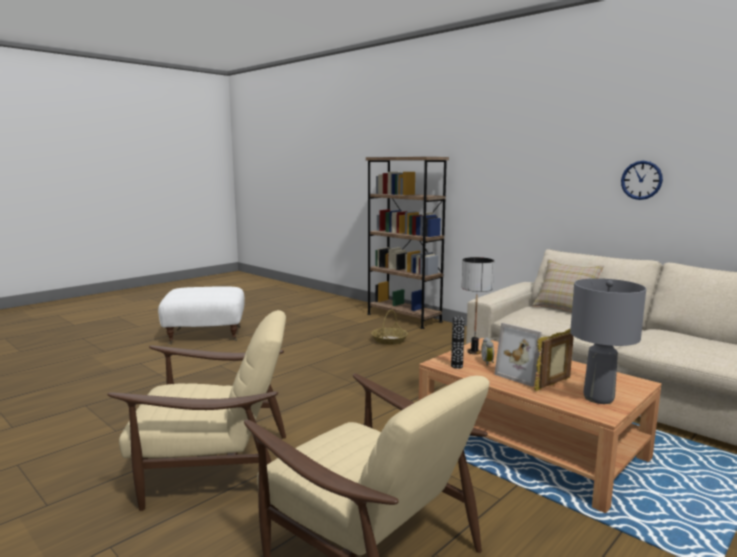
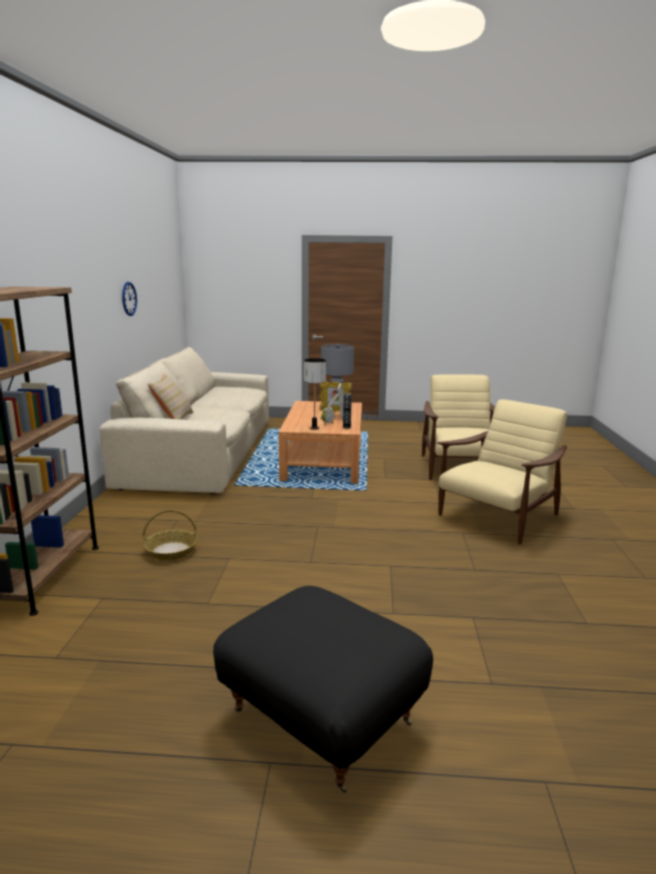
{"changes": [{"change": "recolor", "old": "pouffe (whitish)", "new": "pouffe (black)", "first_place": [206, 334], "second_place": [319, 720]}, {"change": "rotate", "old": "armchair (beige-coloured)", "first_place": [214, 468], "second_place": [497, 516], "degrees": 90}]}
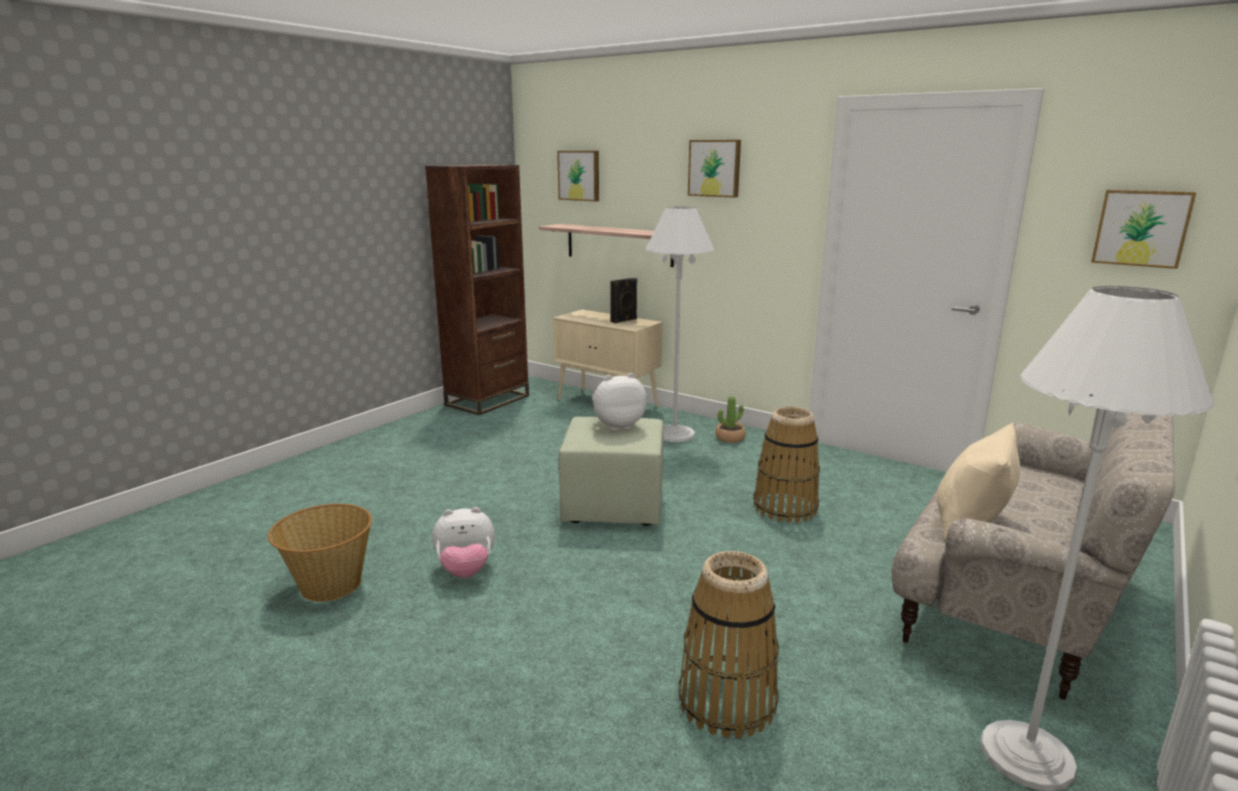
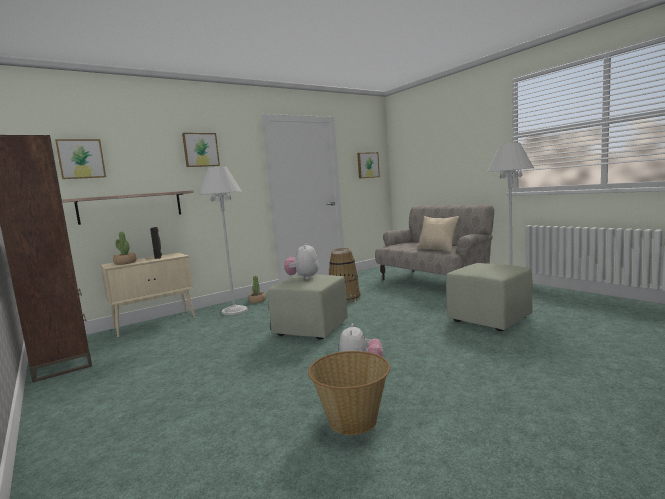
{"changes": [{"change": "replace", "old": "household basket", "new": "pouffe (green-coloured)", "first_place": [726, 701], "second_place": [489, 320]}, {"change": "insert", "new": "houseplant", "second_place": [125, 263]}]}
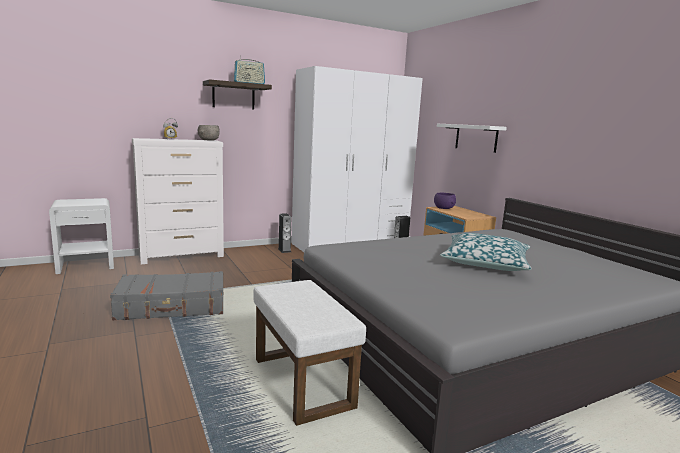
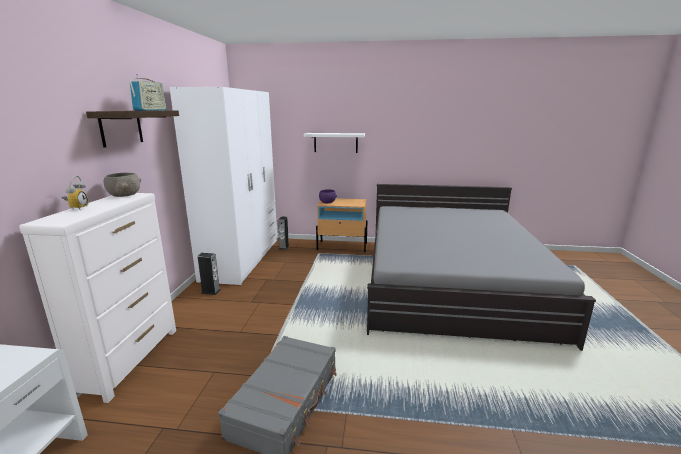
{"changes": [{"change": "delete", "old": "pillow", "first_place": [485, 262]}, {"change": "delete", "old": "pouffe (whitish)", "first_place": [304, 382]}]}
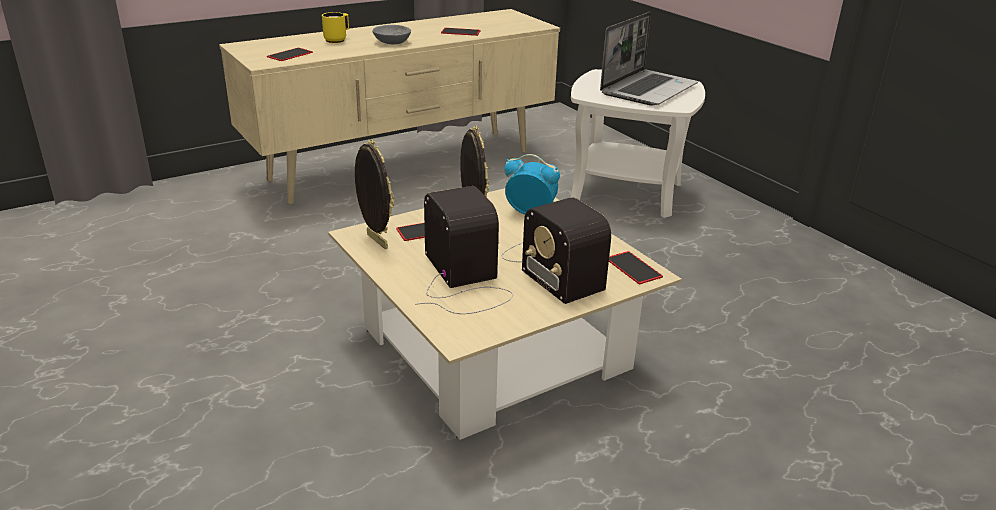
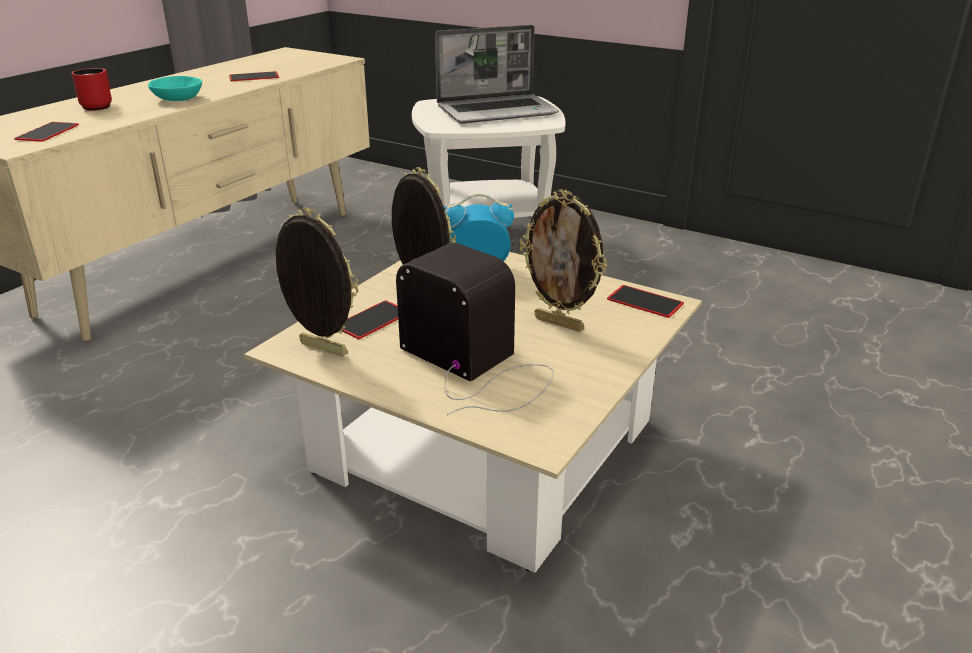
{"changes": [{"change": "recolor", "old": "mug (yellow)", "new": "mug (reddish)", "first_place": [337, 40], "second_place": [99, 106]}, {"change": "rotate", "old": "notebook computer", "first_place": [648, 89], "second_place": [498, 111], "degrees": 60}, {"change": "recolor", "old": "bowl (grey)", "new": "bowl (turquoise)", "first_place": [391, 42], "second_place": [176, 99]}, {"change": "replace", "old": "radio receiver", "new": "standing frame", "first_place": [551, 266], "second_place": [560, 323]}]}
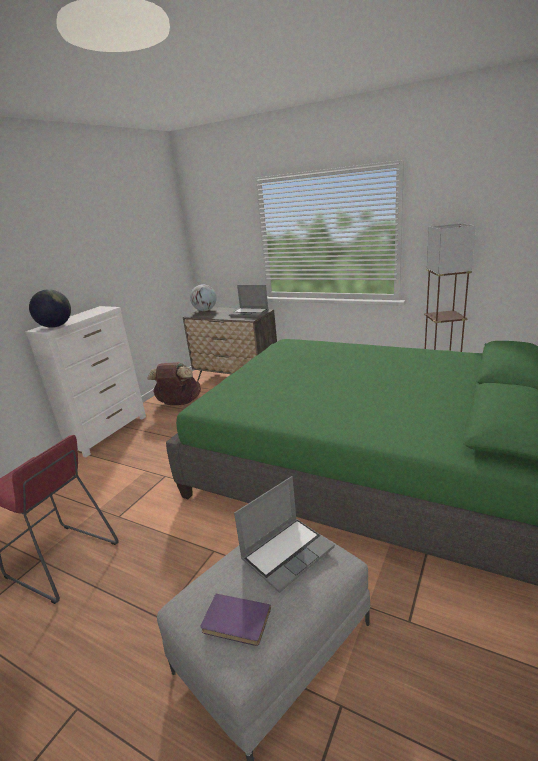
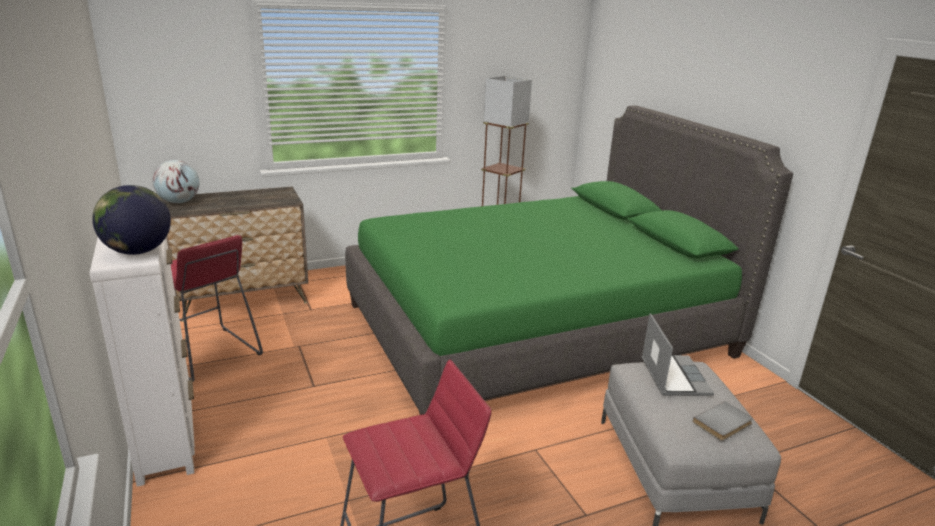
{"changes": [{"change": "delete", "old": "notebook computer", "first_place": [249, 313]}, {"change": "replace", "old": "rucksack (brown-coloured)", "new": "sitting stool (reddish)", "first_place": [179, 403], "second_place": [209, 354]}, {"change": "recolor", "old": "bound book (purplish)", "new": "bound book (grey)", "first_place": [235, 622], "second_place": [724, 423]}]}
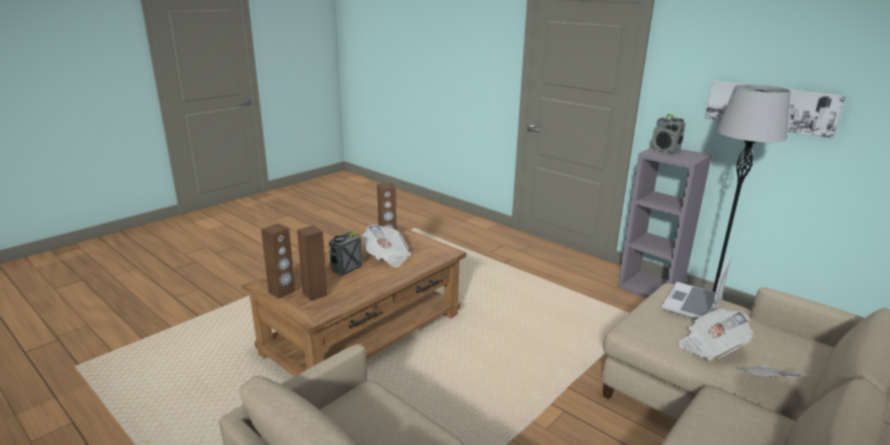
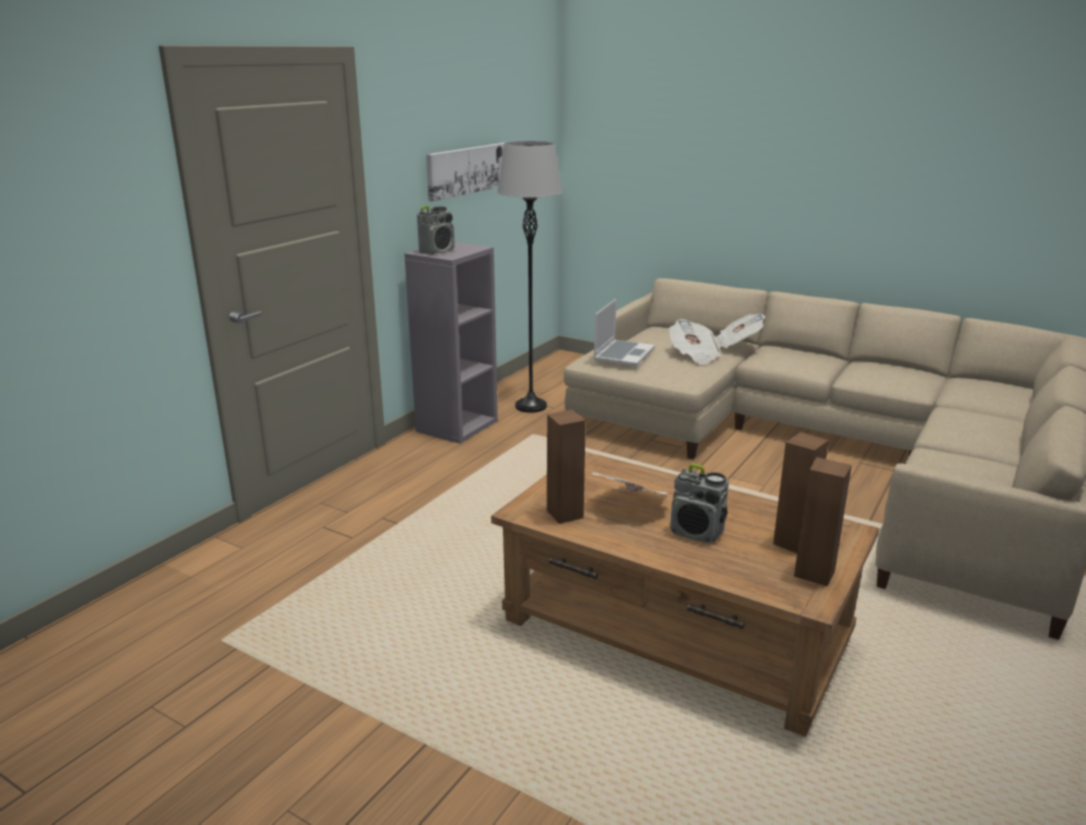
{"changes": [{"change": "rotate", "old": "notebook computer", "first_place": [693, 304], "second_place": [623, 354], "degrees": -90}]}
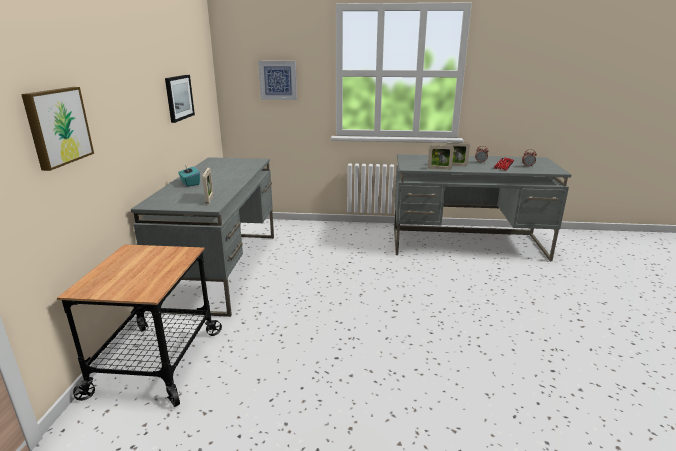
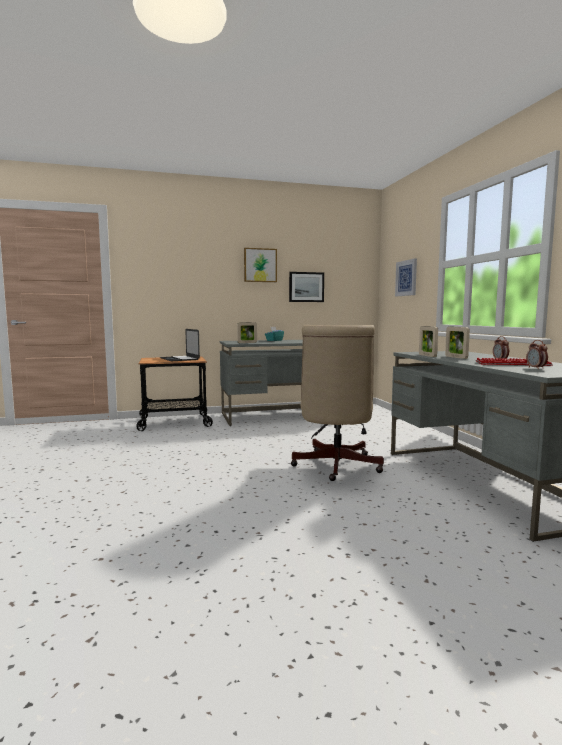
{"changes": [{"change": "move", "old": "wall picture", "first_place": [57, 126], "second_place": [260, 265]}, {"change": "insert", "new": "office chair (beige-coloured)", "second_place": [335, 467]}, {"change": "insert", "new": "notebook computer", "second_place": [179, 359]}]}
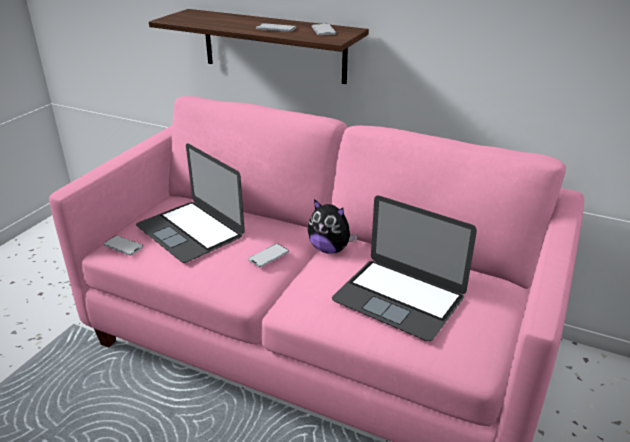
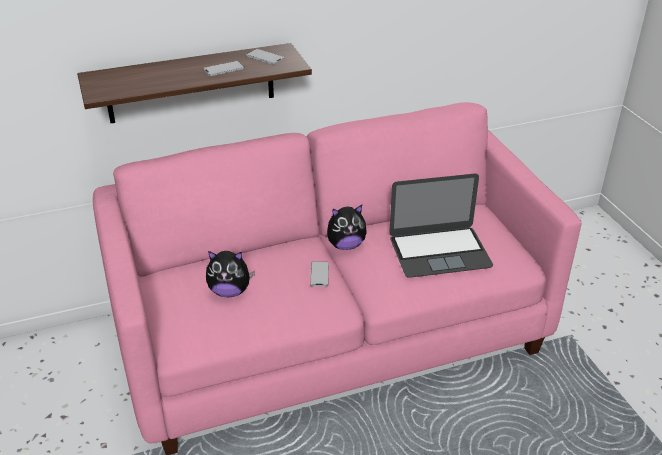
{"changes": [{"change": "replace", "old": "notebook computer", "new": "cuddly toy", "first_place": [190, 231], "second_place": [230, 291]}, {"change": "delete", "old": "telephone", "first_place": [123, 246]}]}
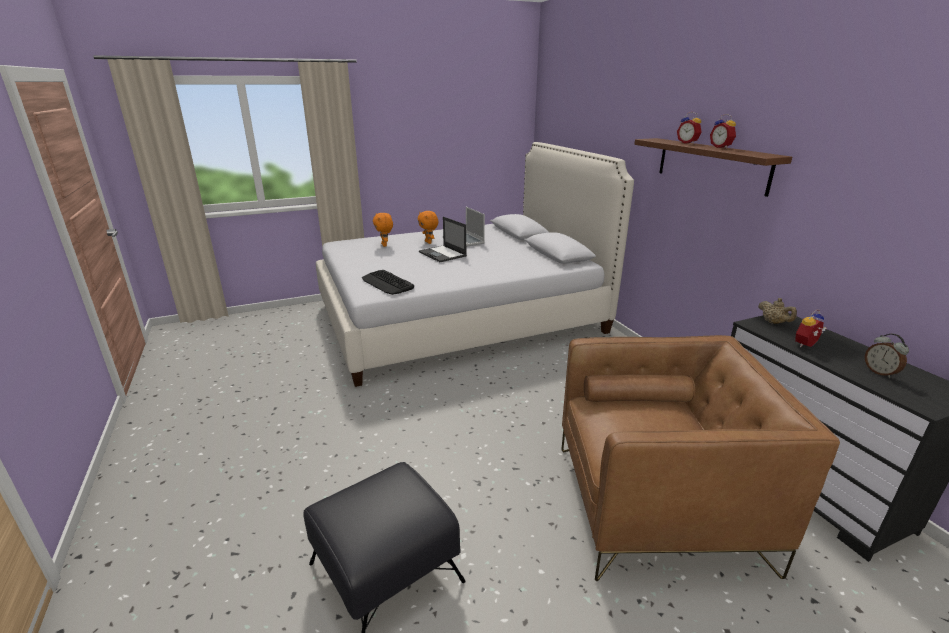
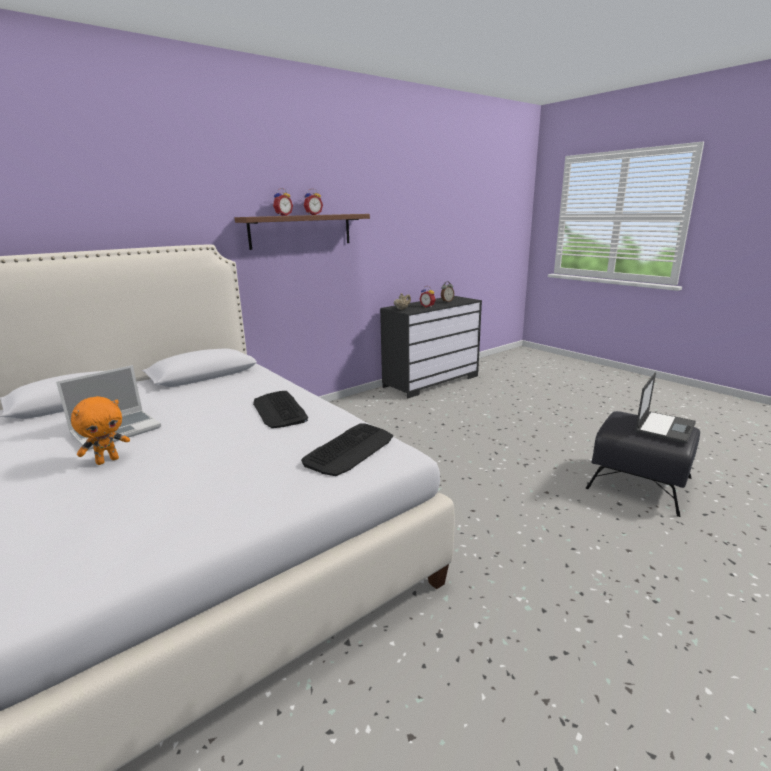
{"changes": [{"change": "delete", "old": "cuddly toy (orange-coloured)", "first_place": [385, 245]}, {"change": "move", "old": "notebook computer", "first_place": [443, 254], "second_place": [665, 427]}, {"change": "delete", "old": "armchair (brown-coloured)", "first_place": [657, 506]}, {"change": "insert", "new": "keyboard", "second_place": [279, 410]}]}
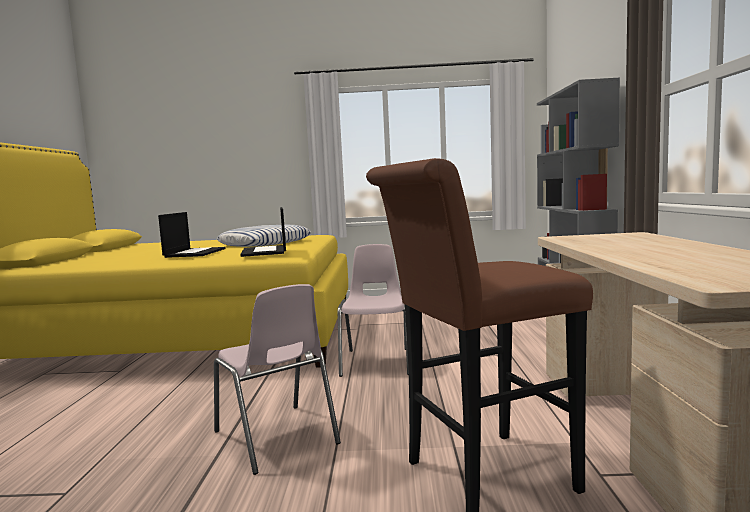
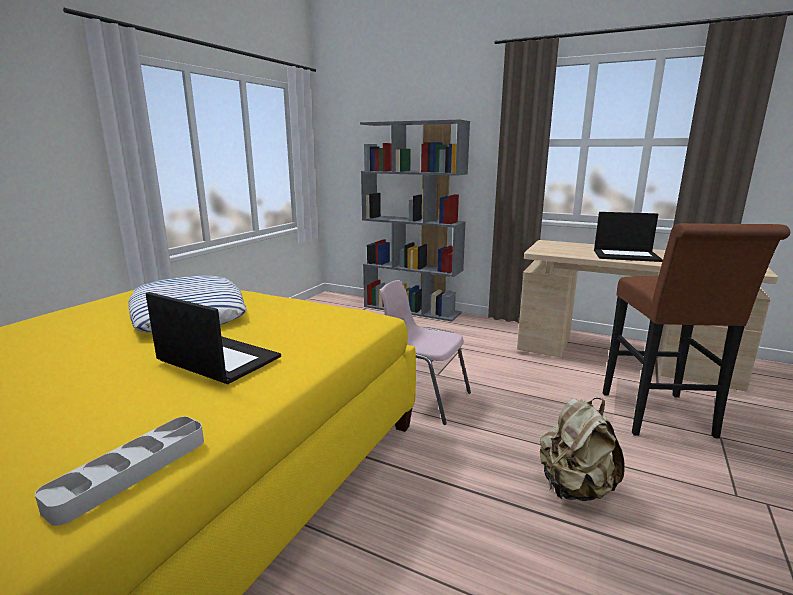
{"changes": [{"change": "move", "old": "notebook computer", "first_place": [265, 251], "second_place": [626, 255]}, {"change": "replace", "old": "plain chair (pink-coloured)", "new": "rucksack (beige-coloured)", "first_place": [276, 438], "second_place": [574, 488]}, {"change": "insert", "new": "carrying tray (grey)", "second_place": [131, 472]}]}
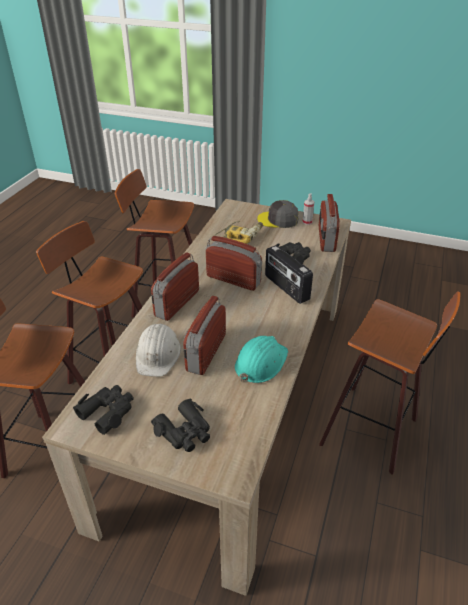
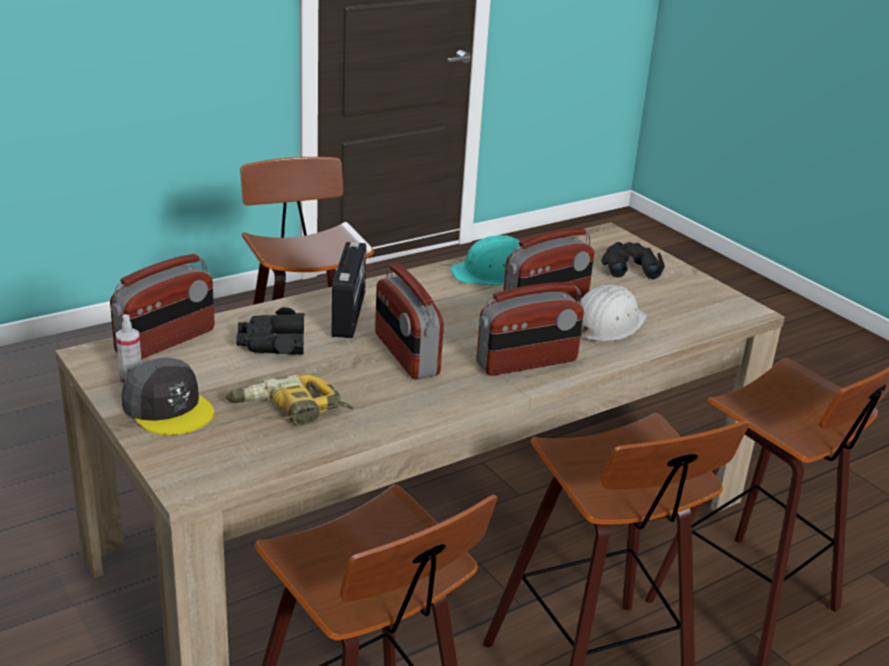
{"changes": [{"change": "delete", "old": "binoculars (black)", "first_place": [107, 411]}]}
